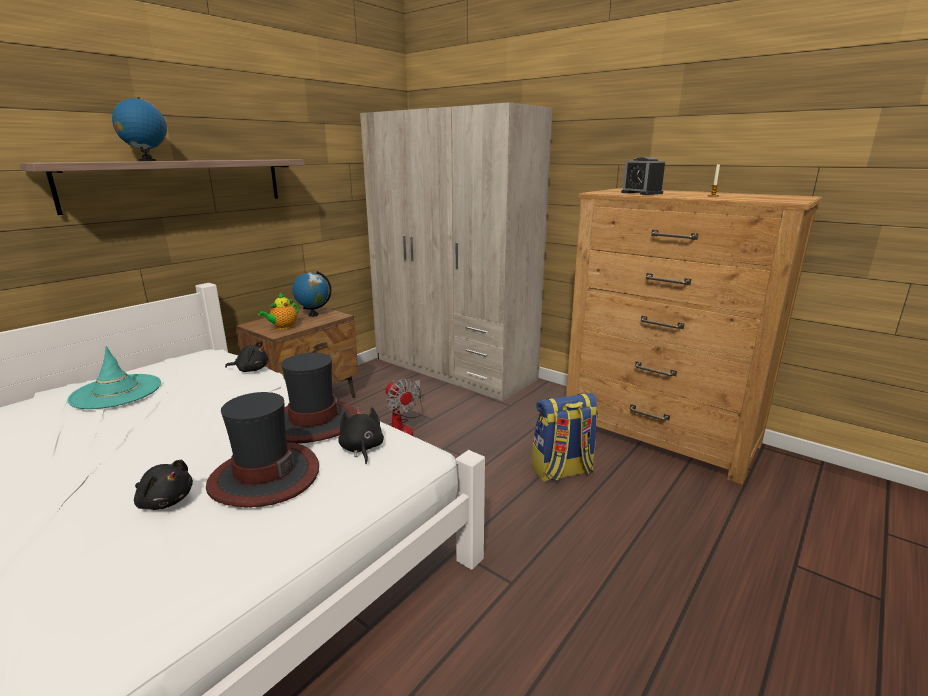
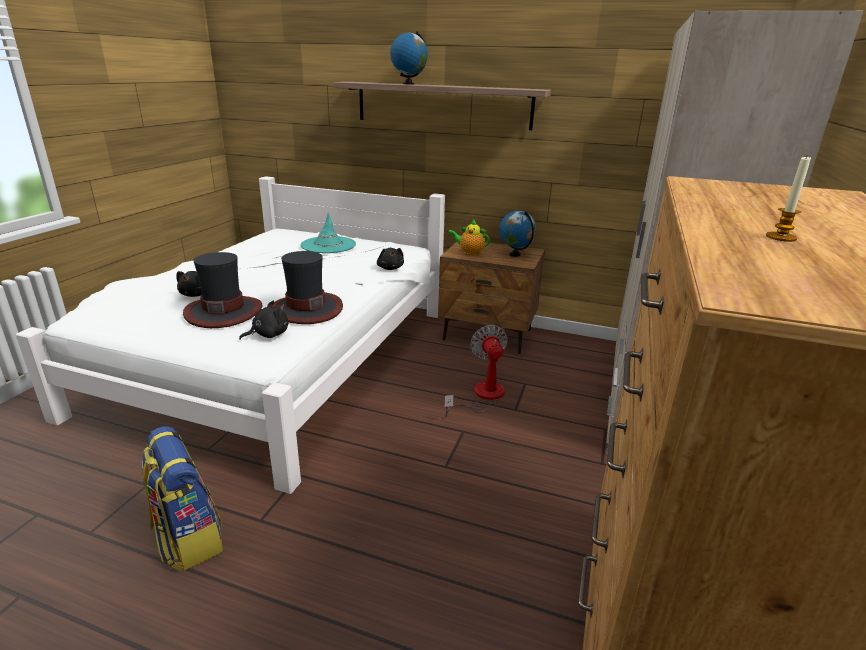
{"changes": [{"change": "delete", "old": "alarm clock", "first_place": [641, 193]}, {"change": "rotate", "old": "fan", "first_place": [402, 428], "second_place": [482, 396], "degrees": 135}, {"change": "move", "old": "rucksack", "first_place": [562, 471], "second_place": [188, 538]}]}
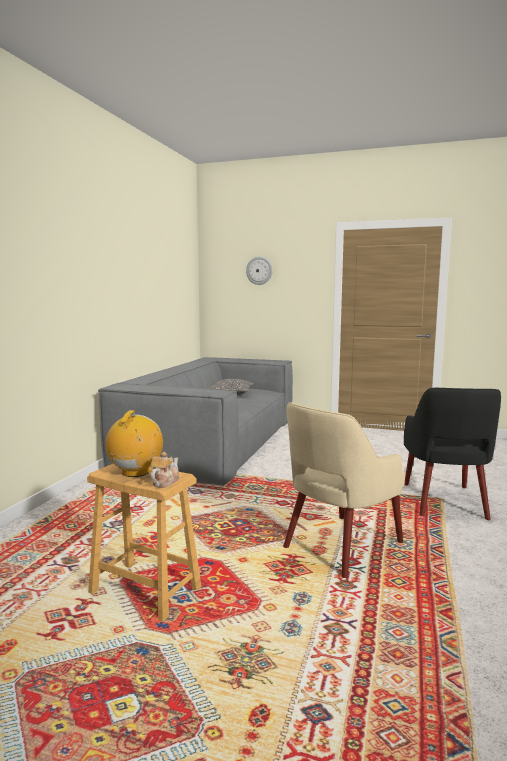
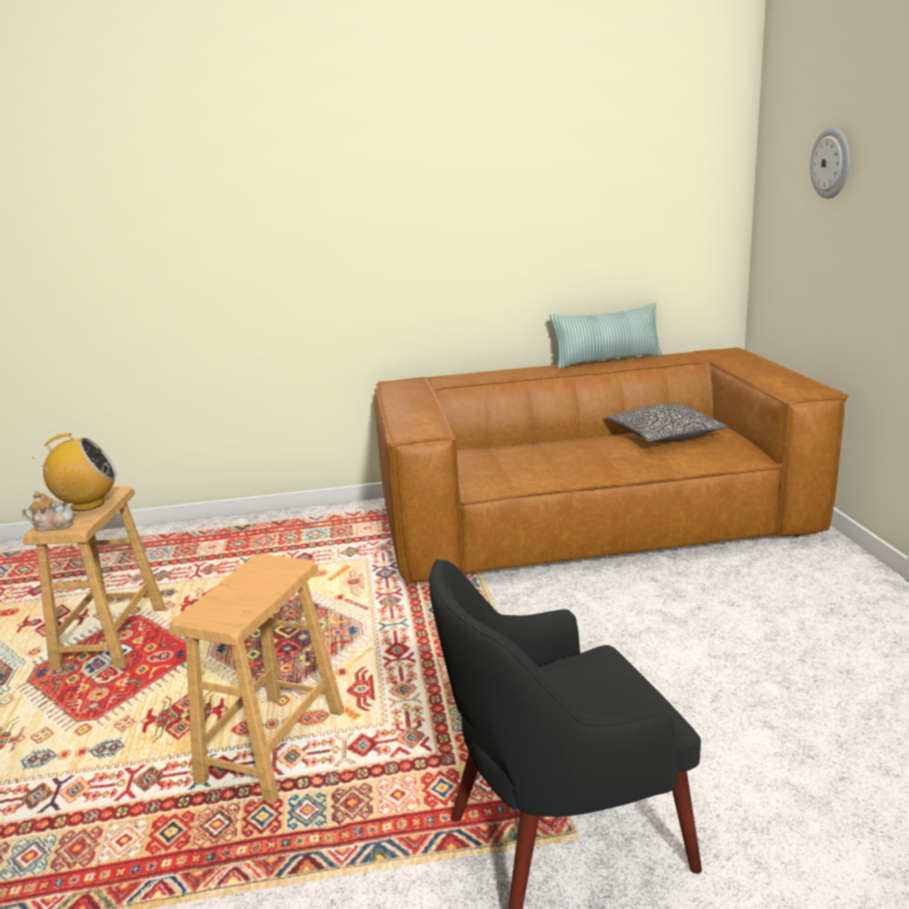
{"changes": [{"change": "recolor", "old": "sofa (grey)", "new": "sofa (brown-coloured)", "first_place": [212, 445], "second_place": [591, 518]}, {"change": "replace", "old": "armchair (beige-coloured)", "new": "sitting stool (brown-coloured)", "first_place": [340, 546], "second_place": [272, 745]}, {"change": "insert", "new": "pillow", "second_place": [607, 360]}]}
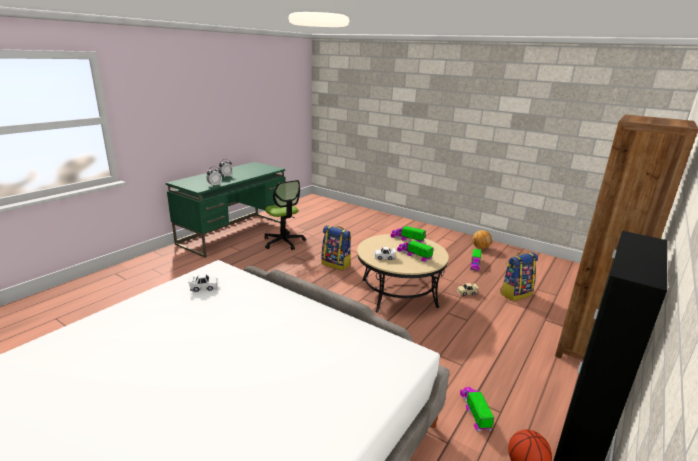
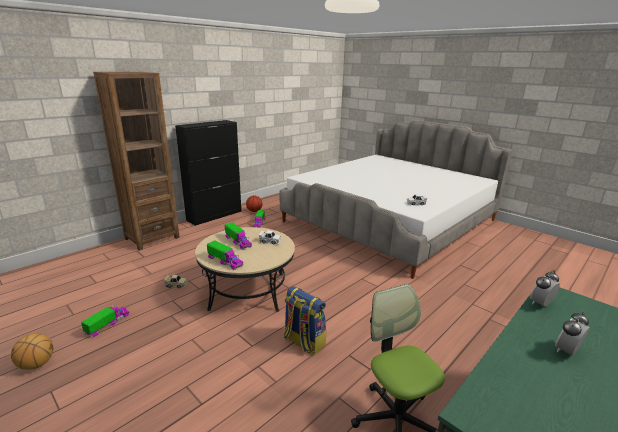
{"changes": [{"change": "delete", "old": "rucksack", "first_place": [515, 294]}]}
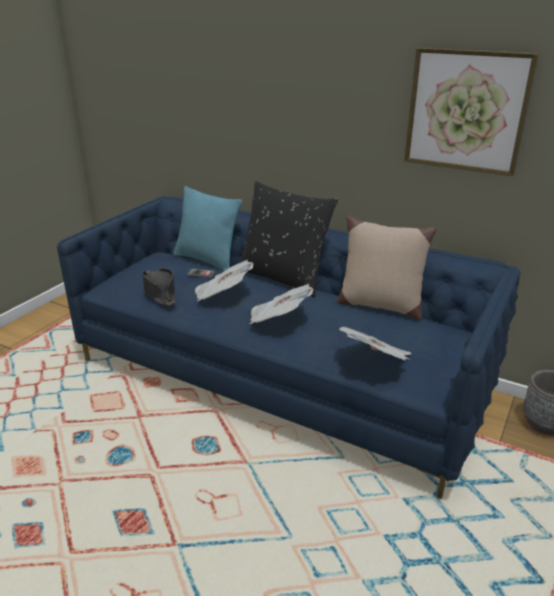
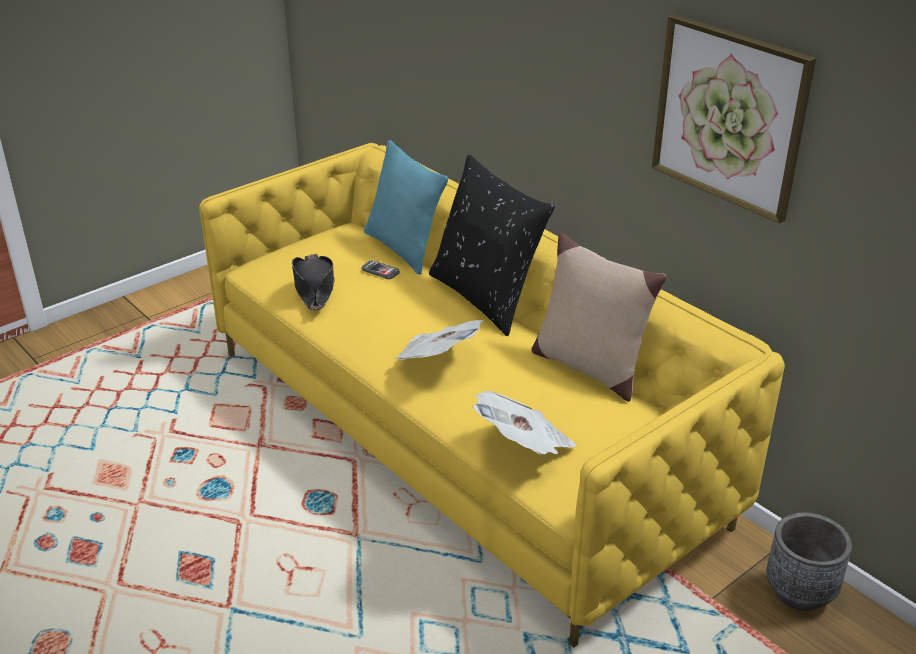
{"changes": [{"change": "recolor", "old": "sofa (blue-coloured)", "new": "sofa (yellow)", "first_place": [277, 377], "second_place": [458, 434]}, {"change": "delete", "old": "daily paper", "first_place": [222, 295]}]}
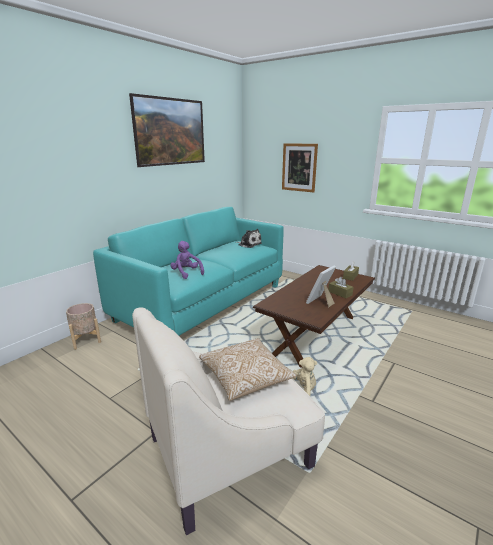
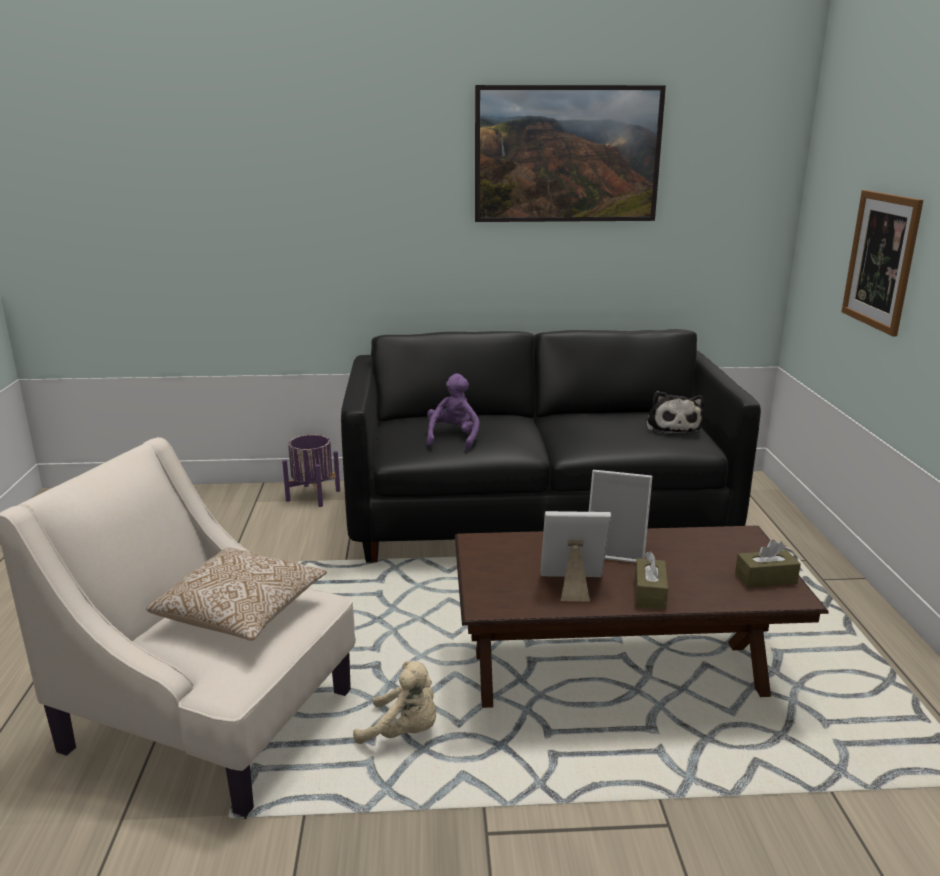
{"changes": [{"change": "recolor", "old": "sofa (turquoise)", "new": "sofa (black)", "first_place": [203, 302], "second_place": [537, 517]}, {"change": "recolor", "old": "flower pot (beige-coloured)", "new": "flower pot (purplish)", "first_place": [86, 340], "second_place": [313, 495]}, {"change": "insert", "new": "standing frame", "second_place": [616, 550]}]}
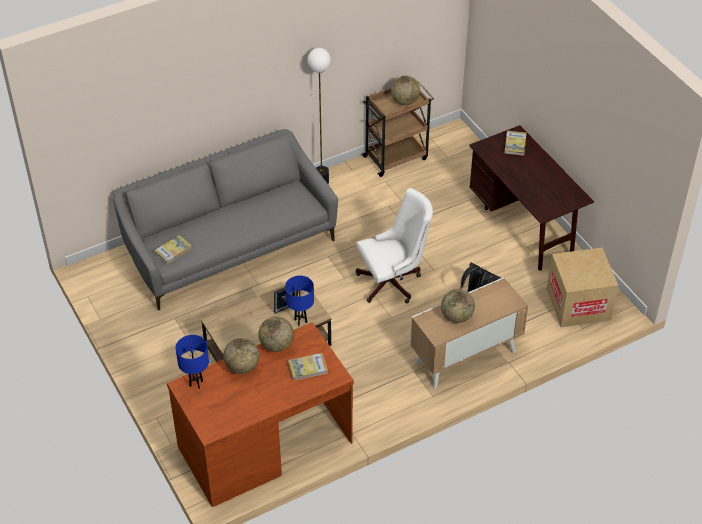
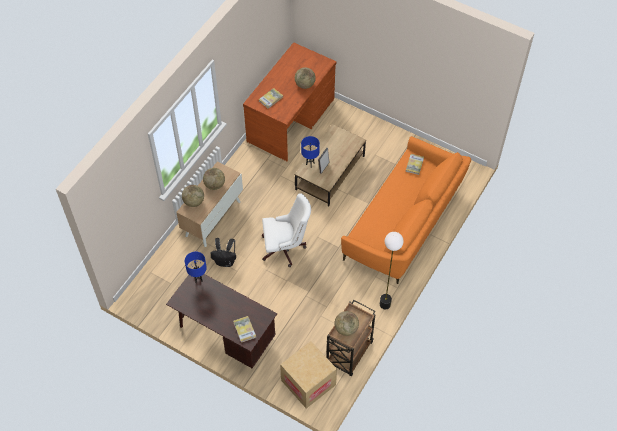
{"changes": [{"change": "recolor", "old": "sofa (grey)", "new": "sofa (orange-coloured)", "first_place": [229, 246], "second_place": [404, 224]}, {"change": "rotate", "old": "office chair (whitish)", "first_place": [393, 282], "second_place": [286, 248], "degrees": -135}, {"change": "move", "old": "packing box", "first_place": [578, 304], "second_place": [308, 382]}, {"change": "move", "old": "globe", "first_place": [276, 345], "second_place": [194, 202]}, {"change": "move", "old": "table lamp (blue-coloured)", "first_place": [196, 383], "second_place": [198, 279]}]}
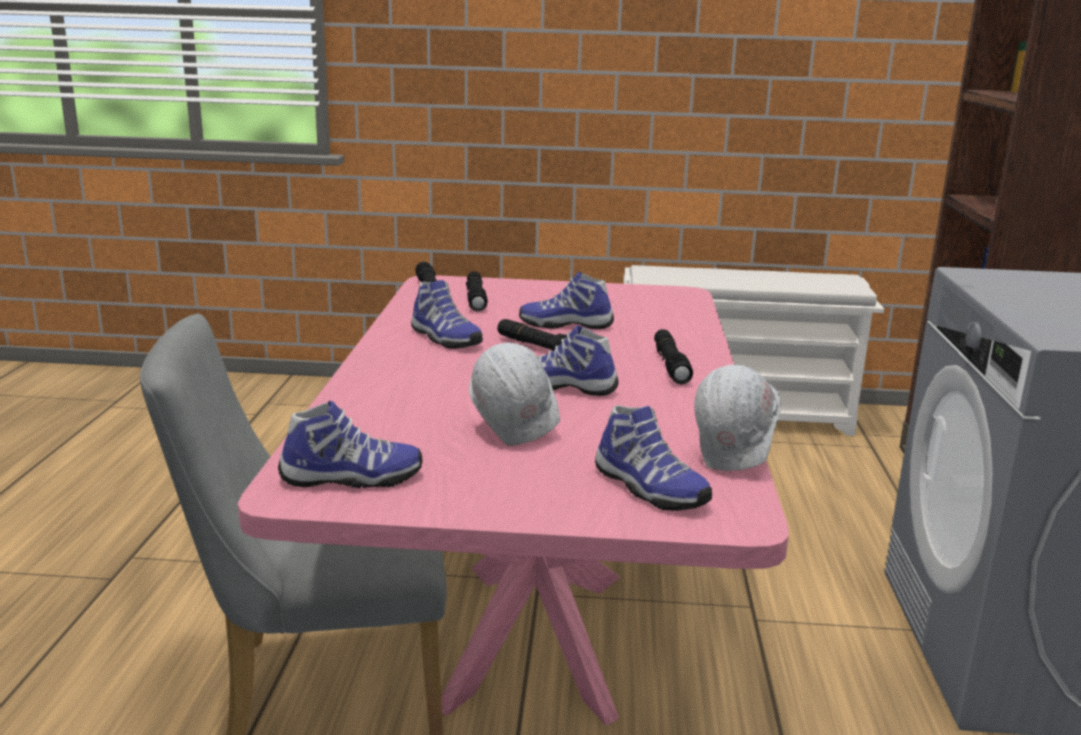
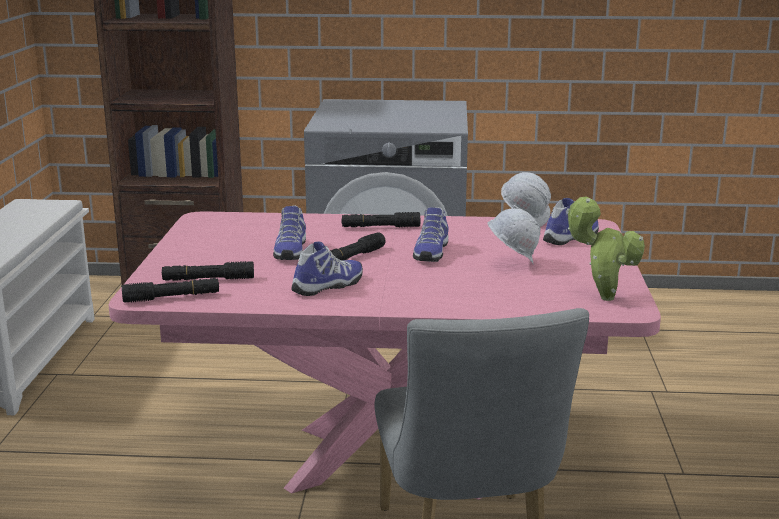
{"changes": [{"change": "replace", "old": "item of footwear", "new": "houseplant", "first_place": [351, 479], "second_place": [602, 297]}]}
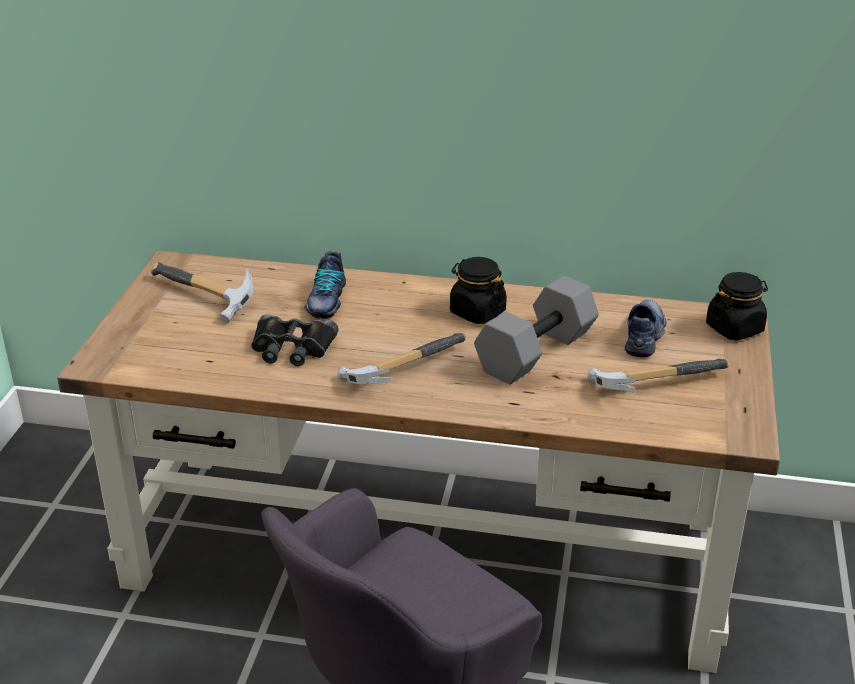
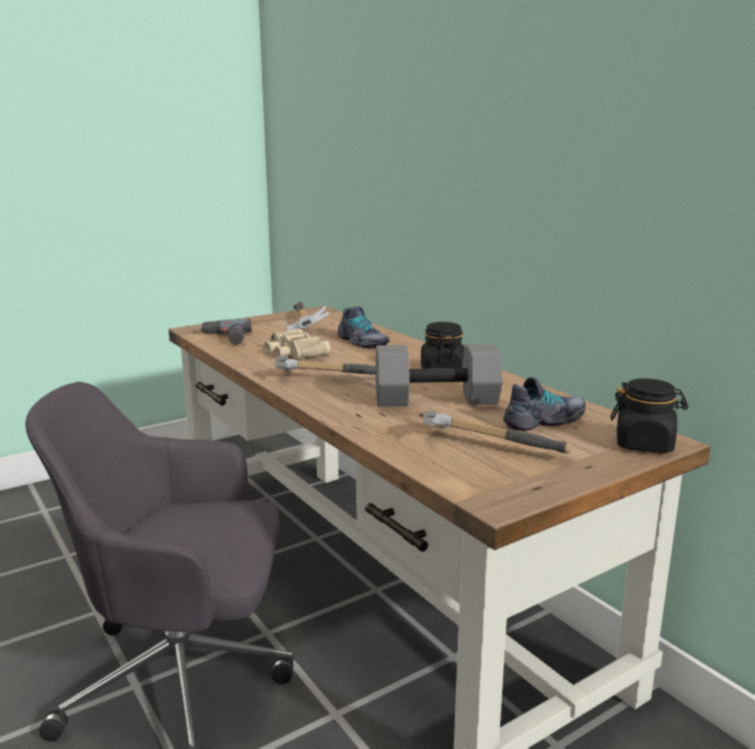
{"changes": [{"change": "rotate", "old": "item of footwear", "first_place": [326, 300], "second_place": [362, 342], "degrees": -90}, {"change": "recolor", "old": "binoculars (black)", "new": "binoculars (beige-coloured)", "first_place": [292, 348], "second_place": [294, 352]}, {"change": "insert", "new": "power drill", "second_place": [226, 338]}]}
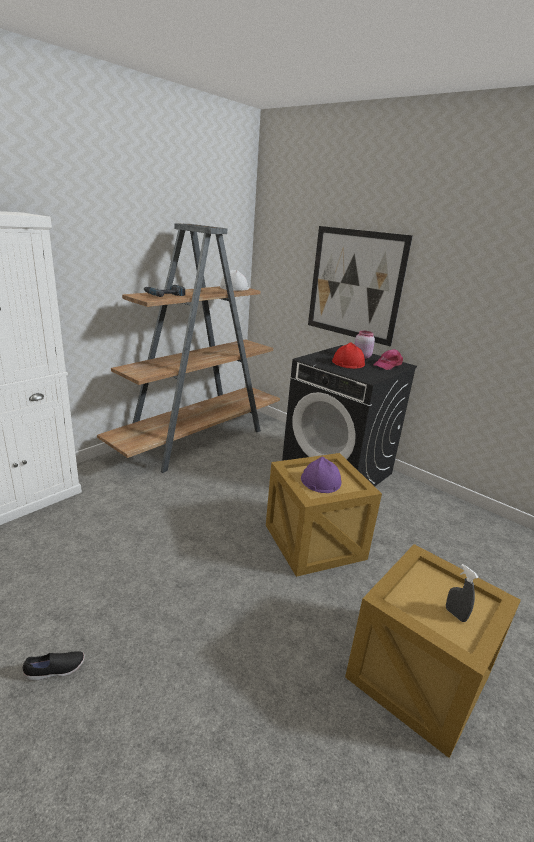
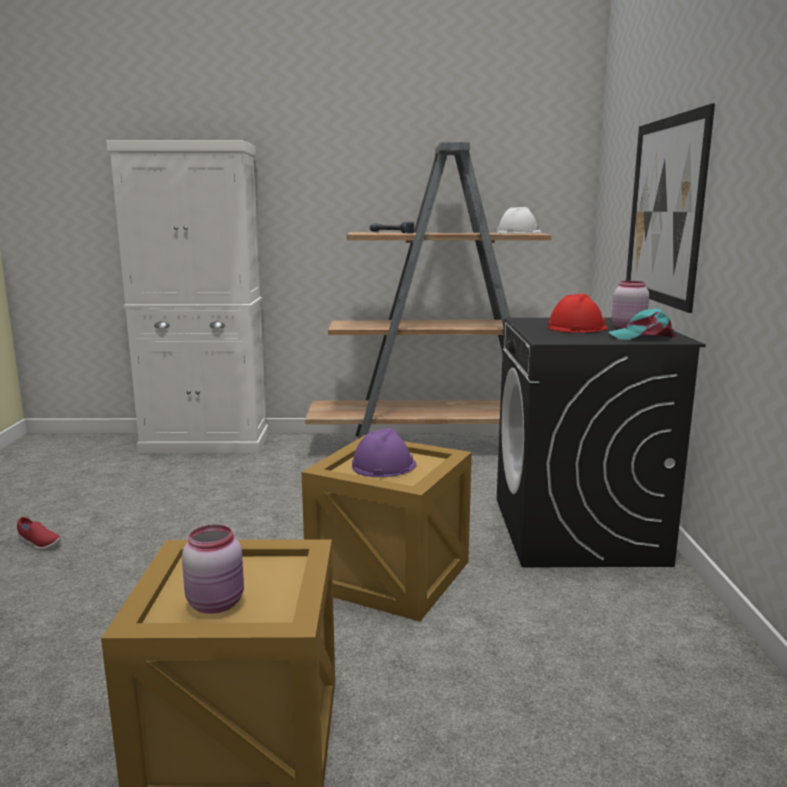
{"changes": [{"change": "recolor", "old": "baseball cap (pink-coloured)", "new": "baseball cap (turquoise)", "first_place": [387, 365], "second_place": [643, 337]}, {"change": "replace", "old": "sprayer (grey)", "new": "storage jar (pink-coloured)", "first_place": [455, 614], "second_place": [217, 603]}, {"change": "recolor", "old": "item of footwear (black)", "new": "item of footwear (reddish)", "first_place": [55, 671], "second_place": [38, 544]}]}
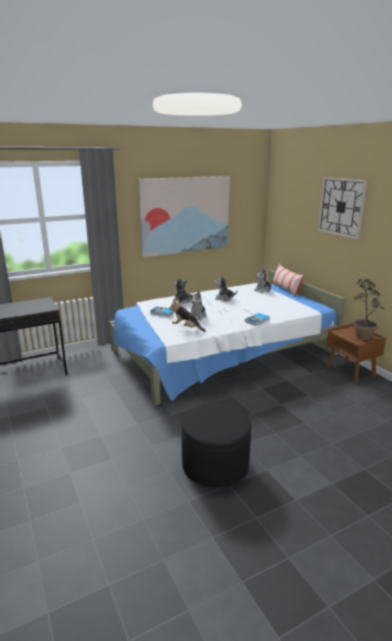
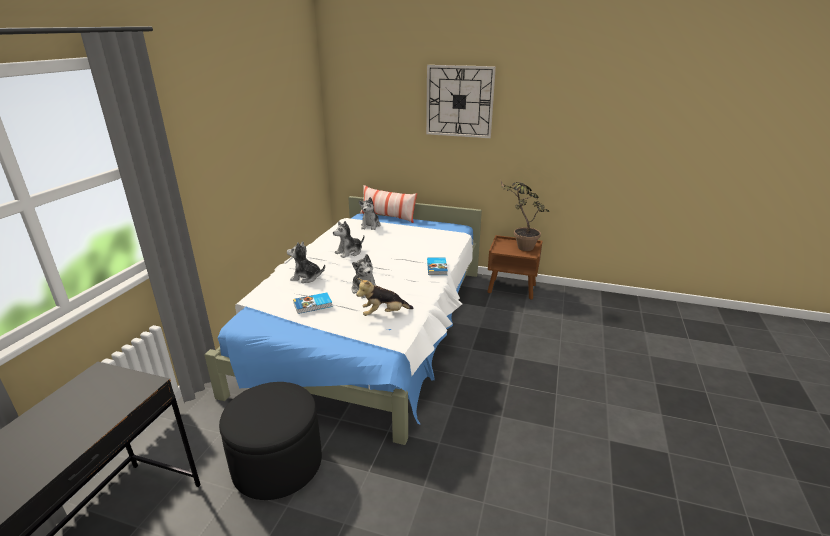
{"changes": [{"change": "delete", "old": "wall picture", "first_place": [185, 215]}, {"change": "move", "old": "pouffe (black)", "first_place": [215, 465], "second_place": [277, 464]}]}
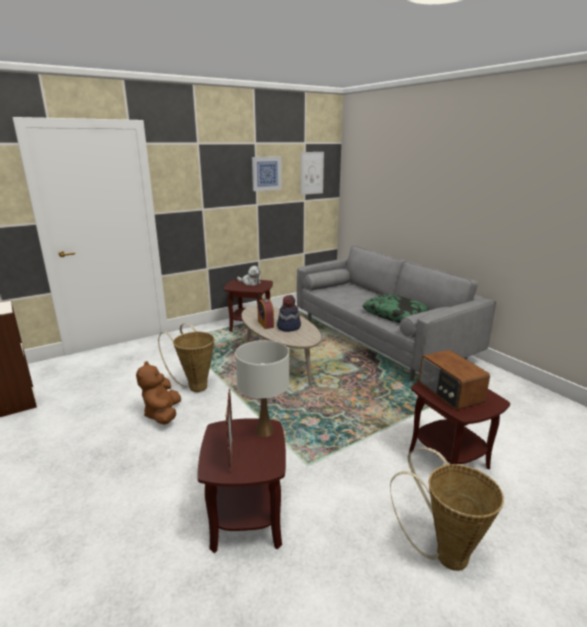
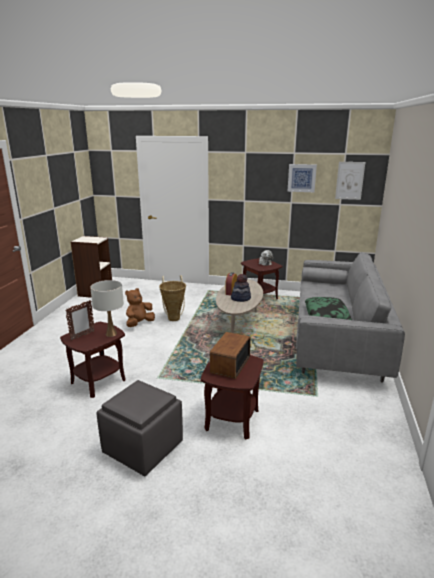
{"changes": [{"change": "replace", "old": "household basket", "new": "pouffe (grey)", "first_place": [443, 553], "second_place": [144, 447]}]}
